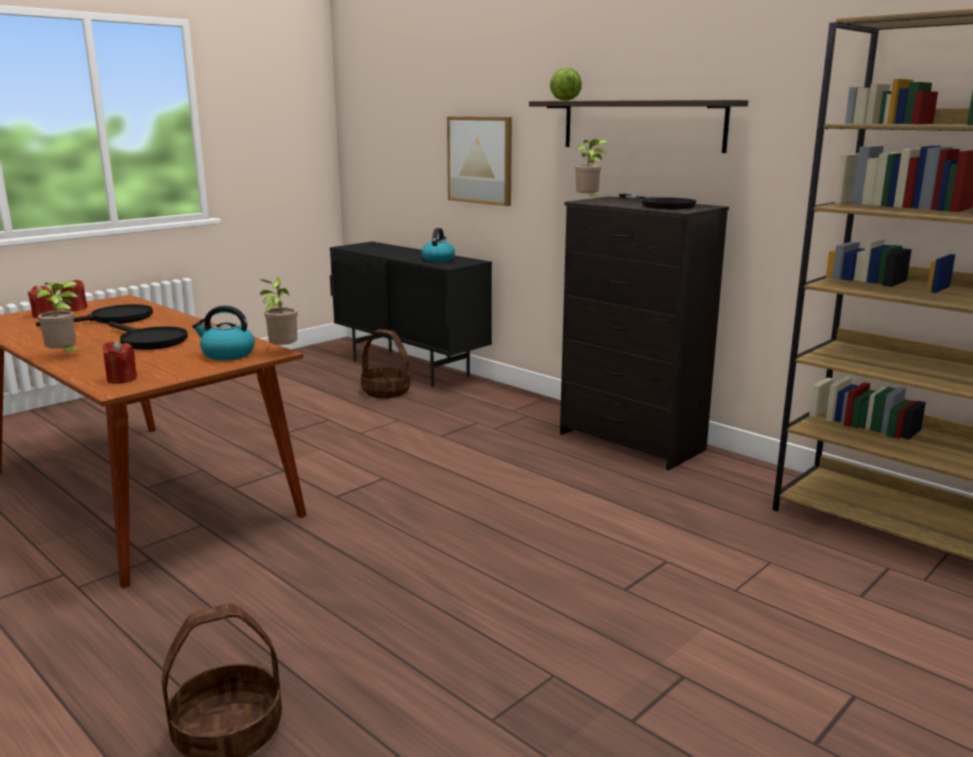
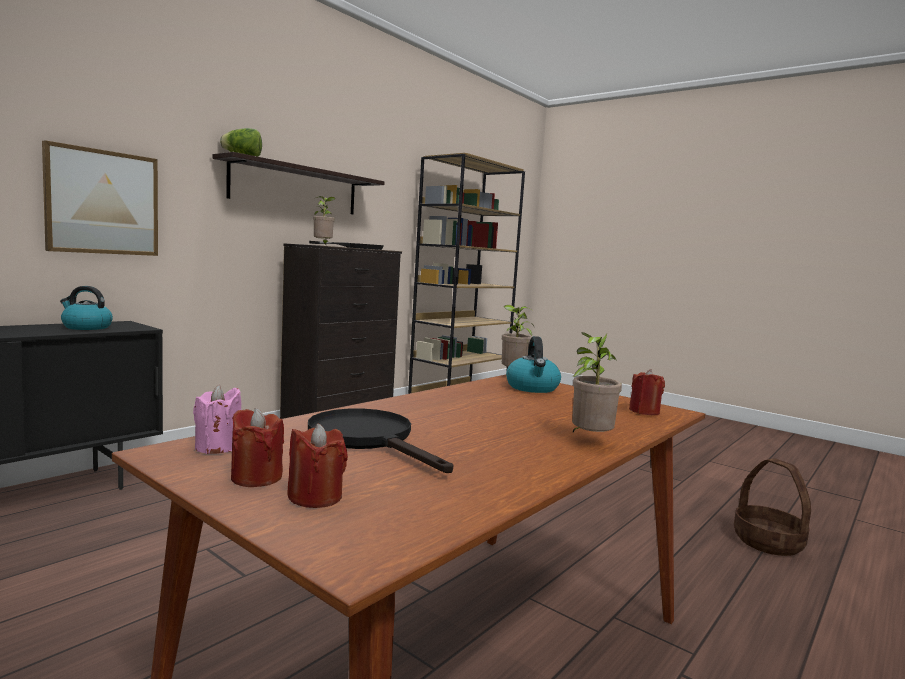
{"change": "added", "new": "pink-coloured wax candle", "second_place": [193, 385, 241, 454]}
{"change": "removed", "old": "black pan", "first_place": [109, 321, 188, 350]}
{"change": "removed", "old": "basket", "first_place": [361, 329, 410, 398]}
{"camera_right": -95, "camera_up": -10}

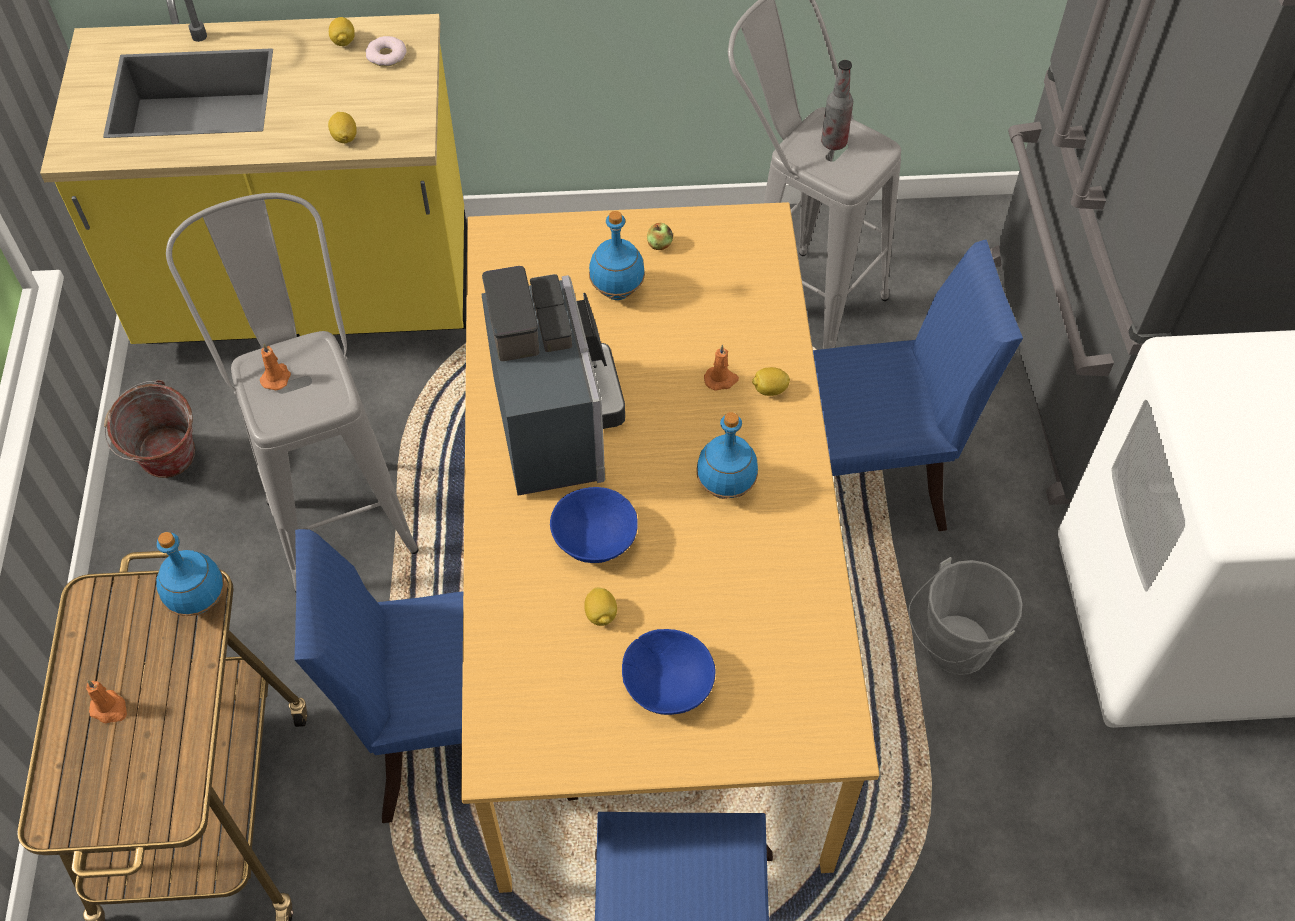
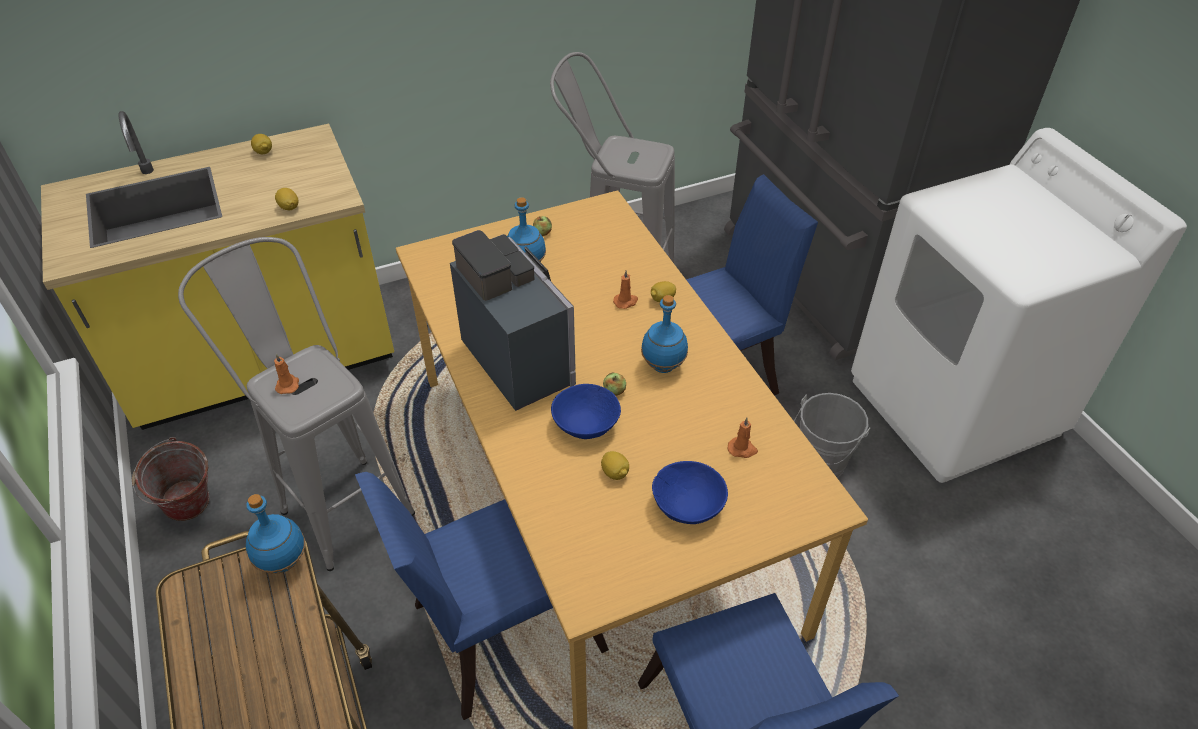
{"change": "added", "new": "apple fruit", "second_place": [603, 373, 626, 396]}
{"change": "moved", "old": "orangey wax candle", "first_place": [86, 680, 127, 723], "second_place": [728, 418, 758, 458]}
{"change": "removed", "old": "ring doughnut", "first_place": [365, 36, 407, 67]}
{"change": "removed", "old": "bottle", "first_place": [821, 60, 853, 150]}
{"camera_right": -20, "camera_up": -10}

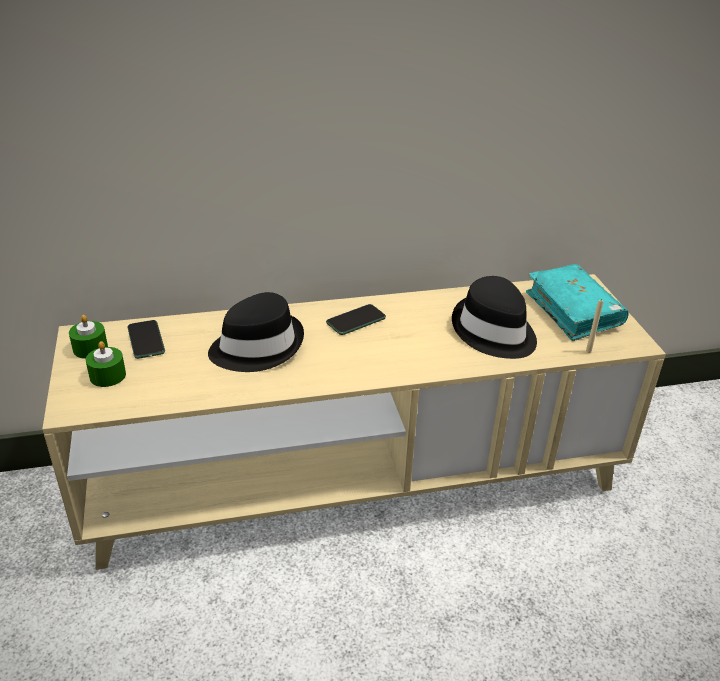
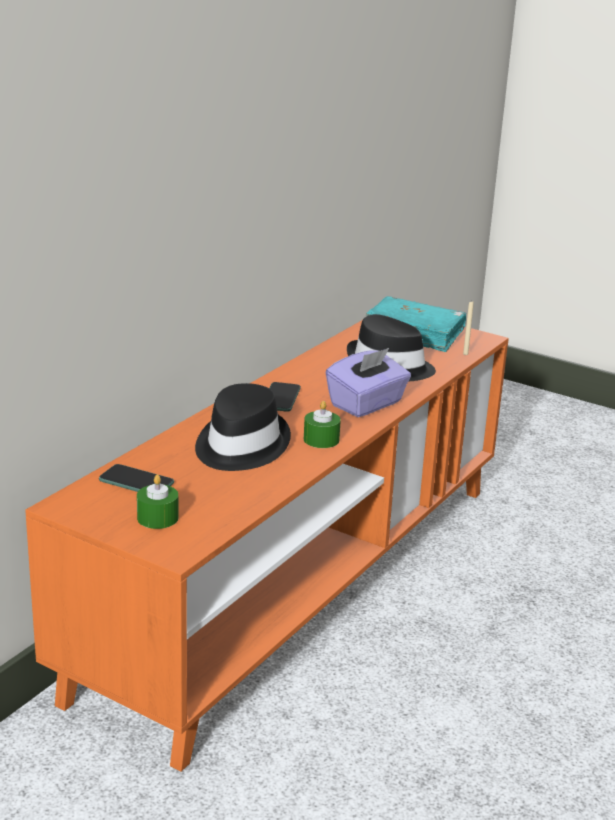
{"change": "recoloured", "old": "beige tv unit", "new": "orangey tv unit", "first_place": [42, 274, 666, 570], "second_place": [25, 320, 509, 772]}
{"change": "moved", "old": "greenish wax candle", "first_place": [69, 315, 108, 359], "second_place": [304, 401, 341, 448]}
{"change": "added", "new": "purplish tissue box", "second_place": [326, 348, 411, 417]}
{"camera_right": -45, "camera_up": -10}

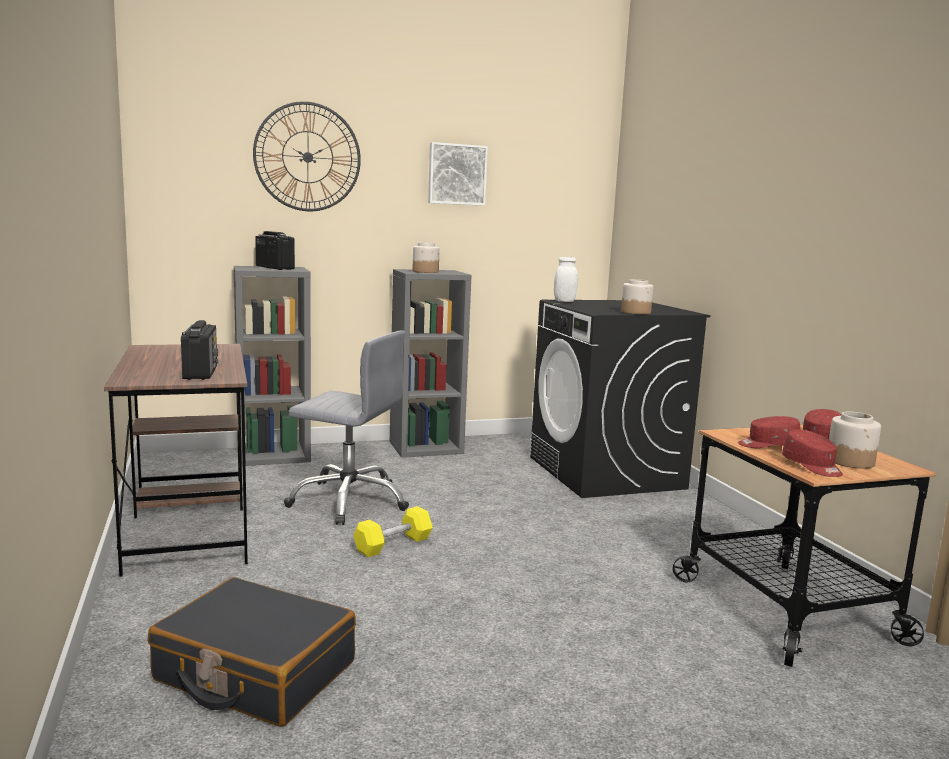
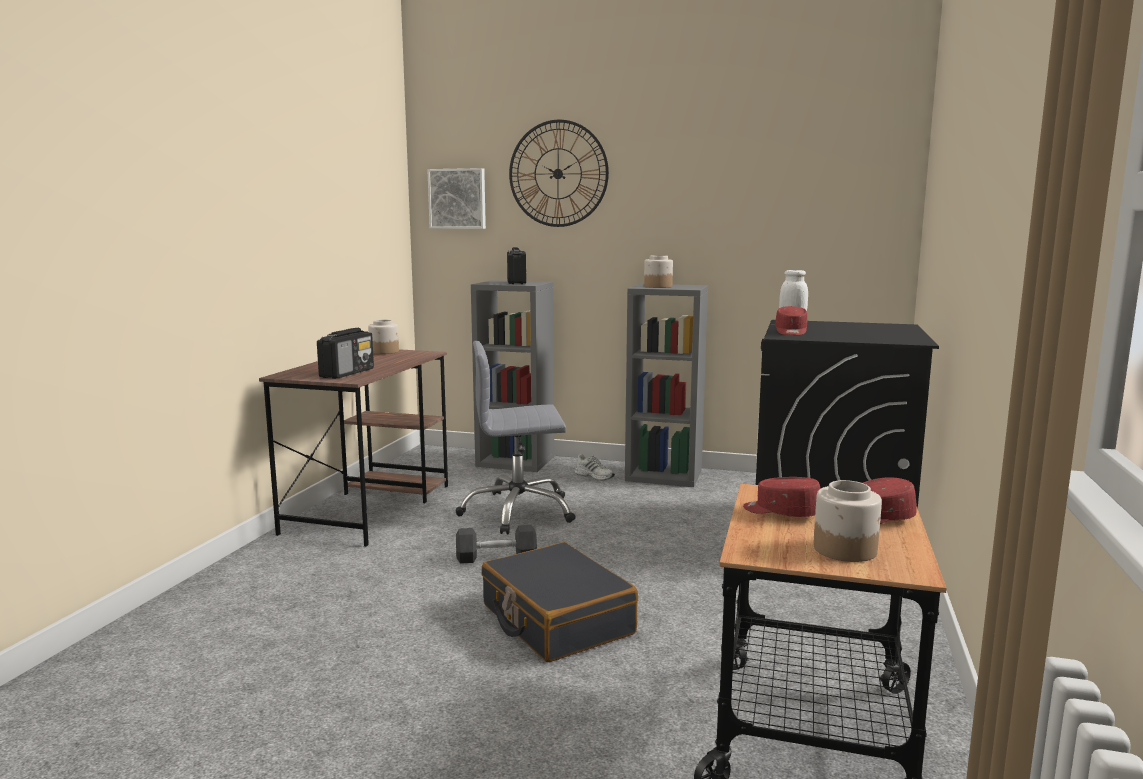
{"change": "moved", "old": "jar", "first_place": [621, 279, 653, 314], "second_place": [368, 320, 399, 354]}
{"change": "moved", "old": "picture", "first_place": [428, 142, 488, 206], "second_place": [427, 168, 486, 229]}
{"change": "turned", "old": "grey computer chair", "first_place": [284, 331, 409, 525], "second_place": [456, 341, 576, 534], "degrees": 120}
{"change": "recoloured", "old": "yellow-coloured hand weight", "new": "grey hand weight", "first_place": [354, 506, 433, 557], "second_place": [456, 525, 537, 564]}
{"change": "moved", "old": "black piece of luggage", "first_place": [148, 577, 356, 727], "second_place": [481, 542, 638, 662]}
{"change": "added", "new": "white low shoe", "second_place": [574, 454, 615, 481]}
{"change": "moved", "old": "reddish baseball cap", "first_place": [782, 430, 843, 477], "second_place": [775, 306, 807, 335]}
{"camera_right": 35, "camera_up": 0}

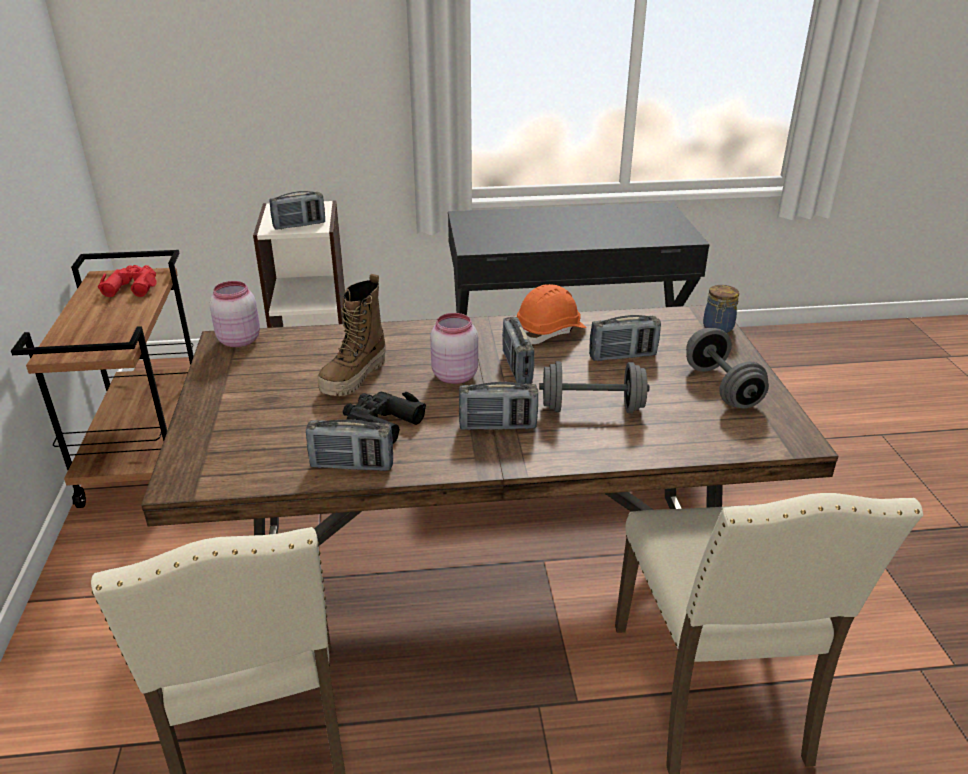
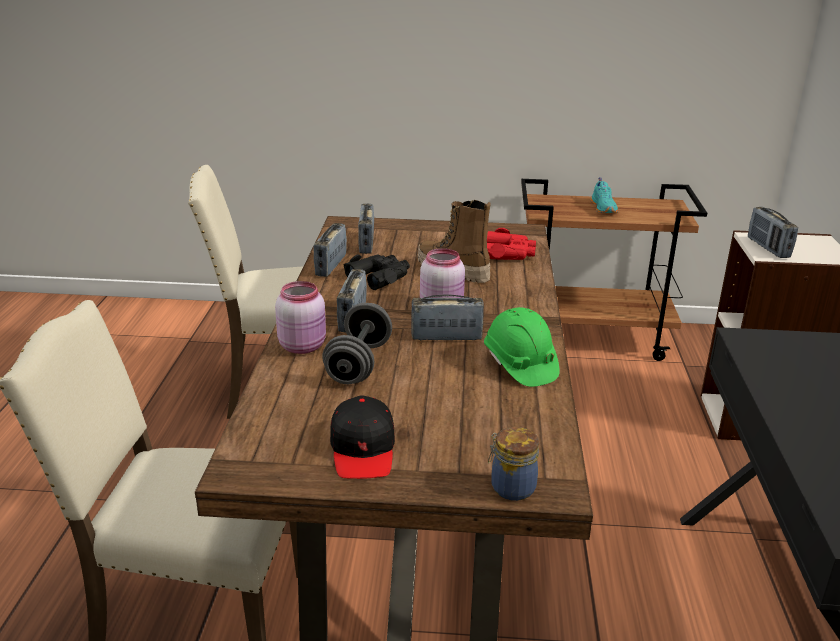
{"change": "moved", "old": "pink-coloured jar", "first_place": [210, 281, 260, 347], "second_place": [275, 281, 326, 354]}
{"change": "replaced", "old": "grey hand weight", "new": "black baseball cap", "first_place": [686, 328, 769, 408], "second_place": [330, 396, 395, 479]}
{"change": "moved", "old": "radio receiver", "first_place": [589, 315, 661, 361], "second_place": [358, 204, 374, 254]}
{"change": "recoloured", "old": "orangey safety helmet", "new": "greenish safety helmet", "first_place": [516, 284, 586, 344], "second_place": [484, 307, 560, 387]}
{"change": "moved", "old": "reddish pair of binoculars", "first_place": [98, 265, 157, 297], "second_place": [487, 228, 536, 260]}
{"change": "added", "new": "turquoise-coloured low shoe", "second_place": [591, 178, 618, 213]}
{"camera_right": 100, "camera_up": -5}

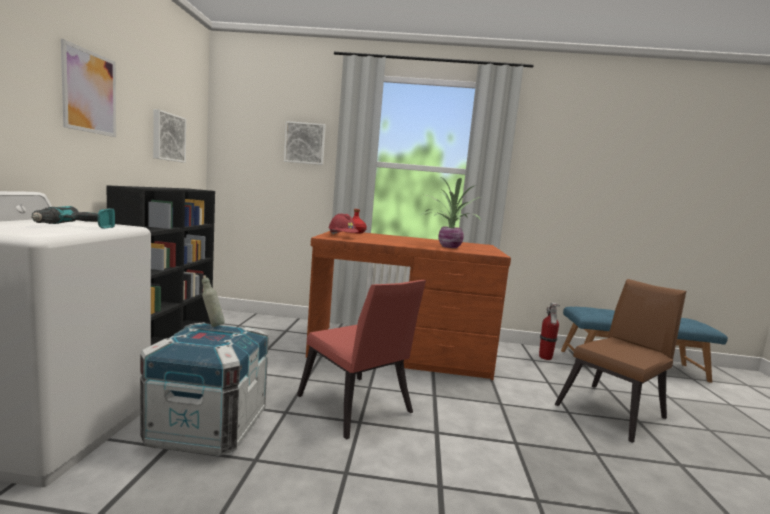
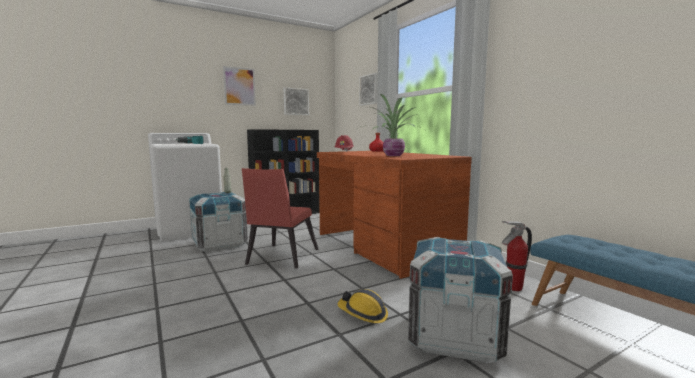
{"change": "added", "new": "safety helmet", "second_place": [338, 289, 388, 323]}
{"change": "replaced", "old": "brownish chair", "new": "packing crate", "first_place": [554, 279, 686, 443], "second_place": [408, 237, 513, 363]}
{"camera_right": 55, "camera_up": 0}

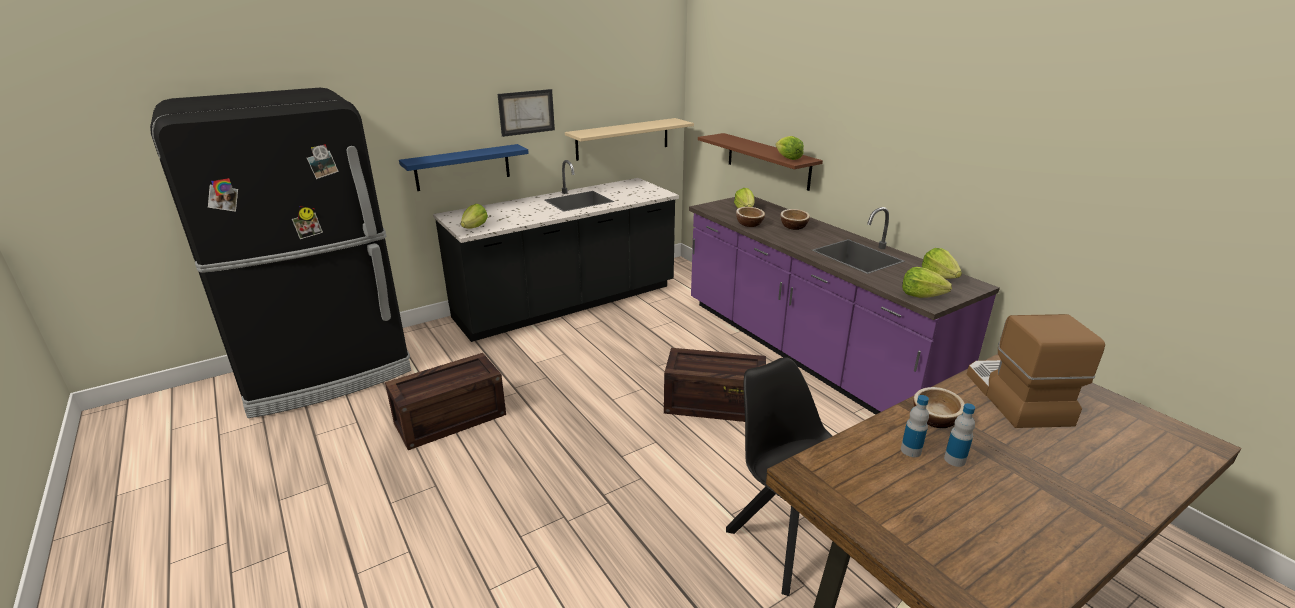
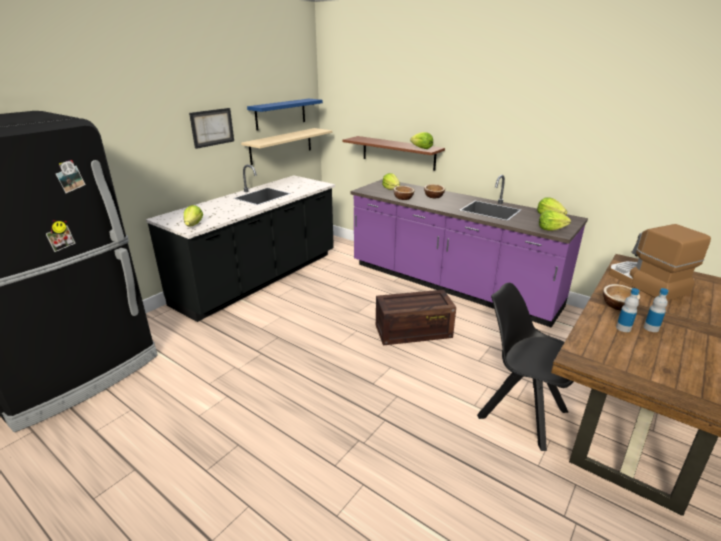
{"change": "moved", "old": "blue-coloured shelf", "first_place": [399, 144, 529, 191], "second_place": [247, 99, 323, 131]}
{"change": "removed", "old": "packing crate", "first_place": [385, 353, 506, 450]}
{"camera_right": -20, "camera_up": 0}

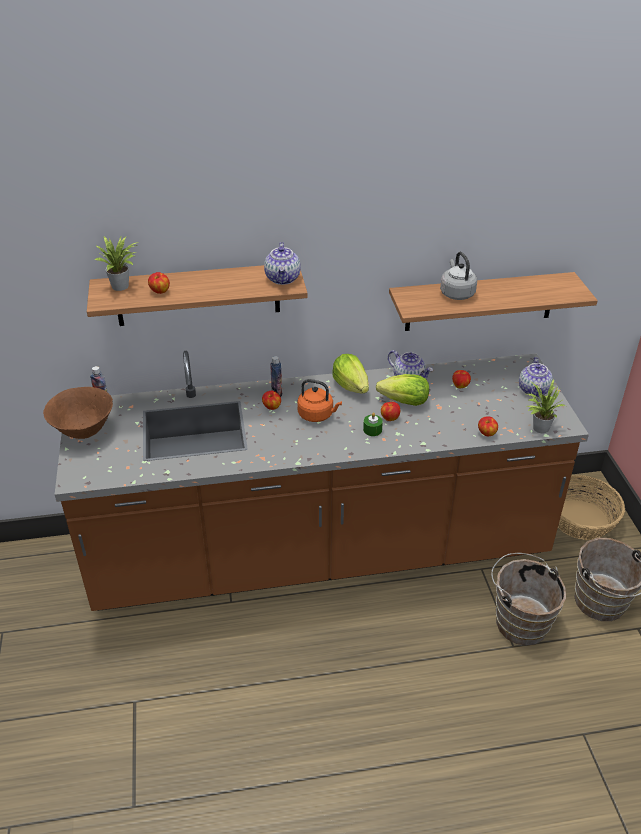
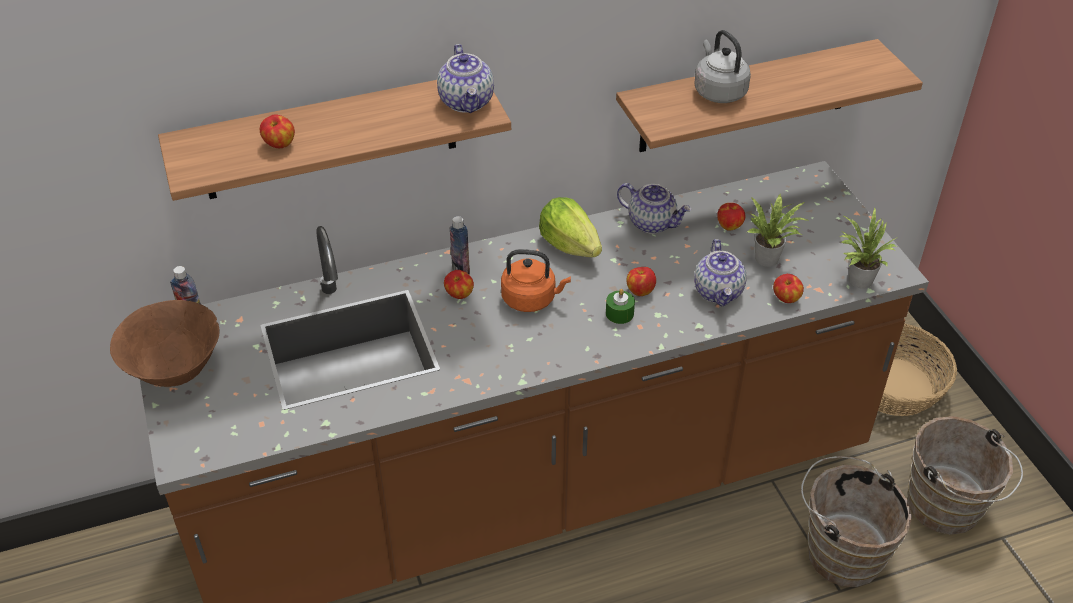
{"change": "moved", "old": "tea pot", "first_place": [519, 357, 553, 397], "second_place": [694, 239, 747, 306]}
{"change": "moved", "old": "plant in a pot", "first_place": [94, 236, 138, 291], "second_place": [747, 194, 809, 267]}
{"change": "removed", "old": "head of lettuce", "first_place": [376, 374, 429, 406]}
{"camera_right": -10, "camera_up": 5}

